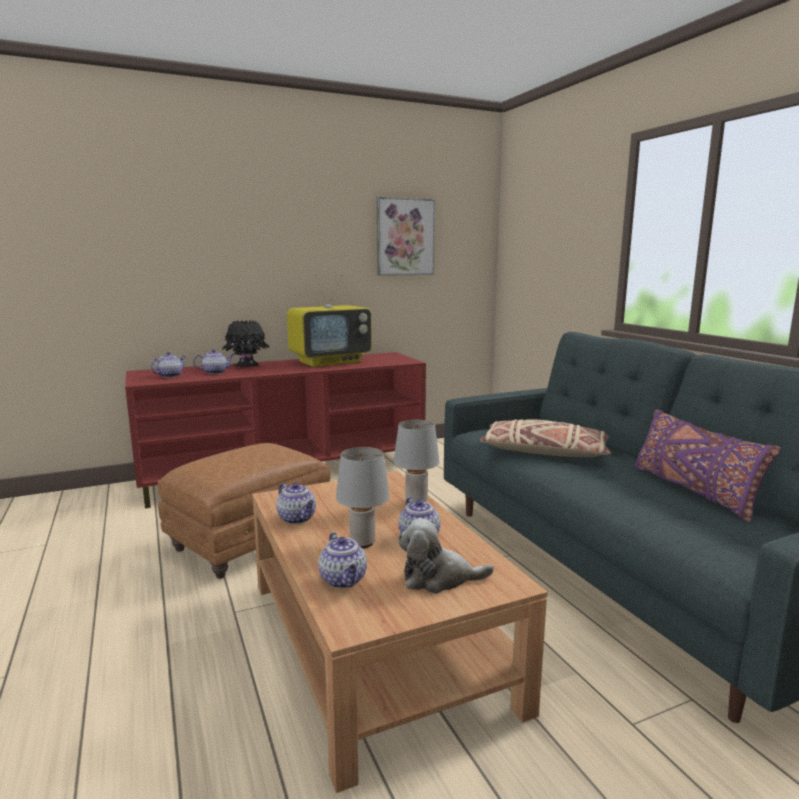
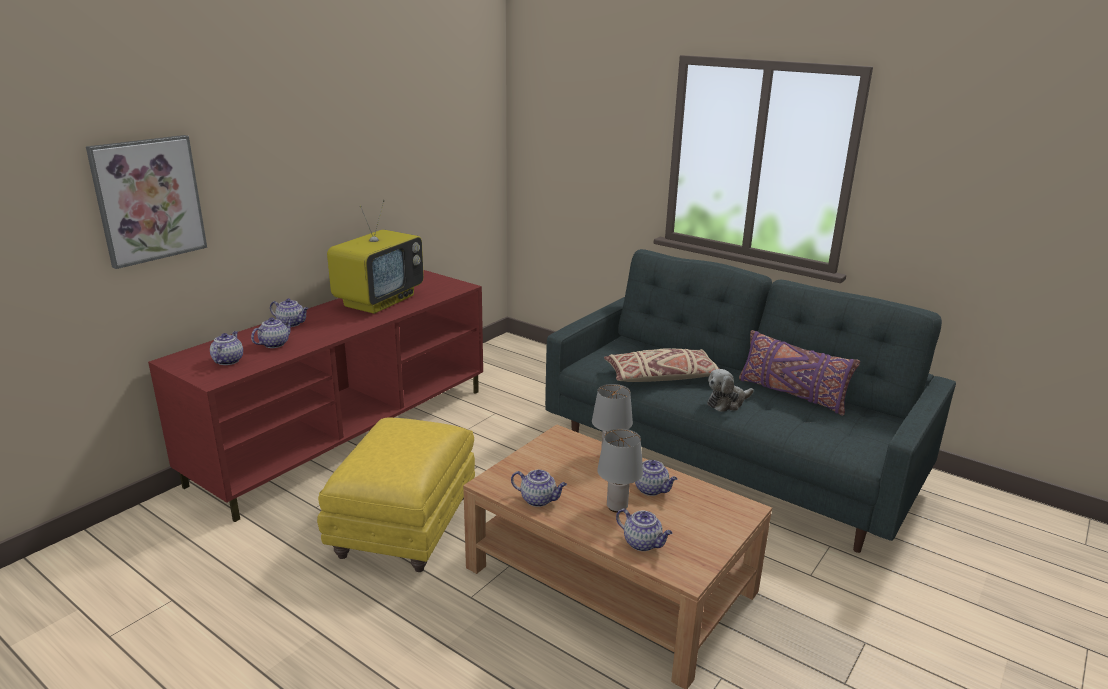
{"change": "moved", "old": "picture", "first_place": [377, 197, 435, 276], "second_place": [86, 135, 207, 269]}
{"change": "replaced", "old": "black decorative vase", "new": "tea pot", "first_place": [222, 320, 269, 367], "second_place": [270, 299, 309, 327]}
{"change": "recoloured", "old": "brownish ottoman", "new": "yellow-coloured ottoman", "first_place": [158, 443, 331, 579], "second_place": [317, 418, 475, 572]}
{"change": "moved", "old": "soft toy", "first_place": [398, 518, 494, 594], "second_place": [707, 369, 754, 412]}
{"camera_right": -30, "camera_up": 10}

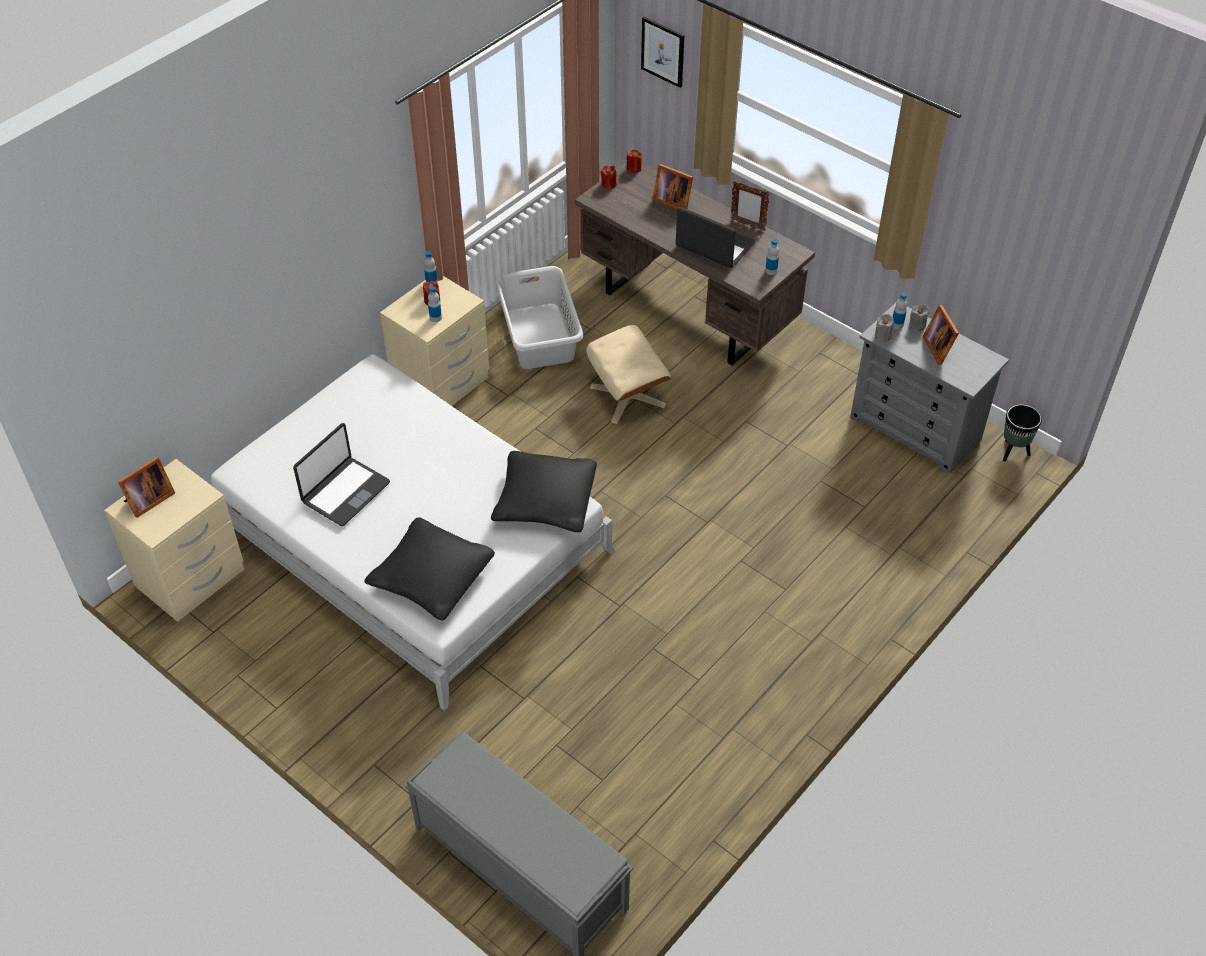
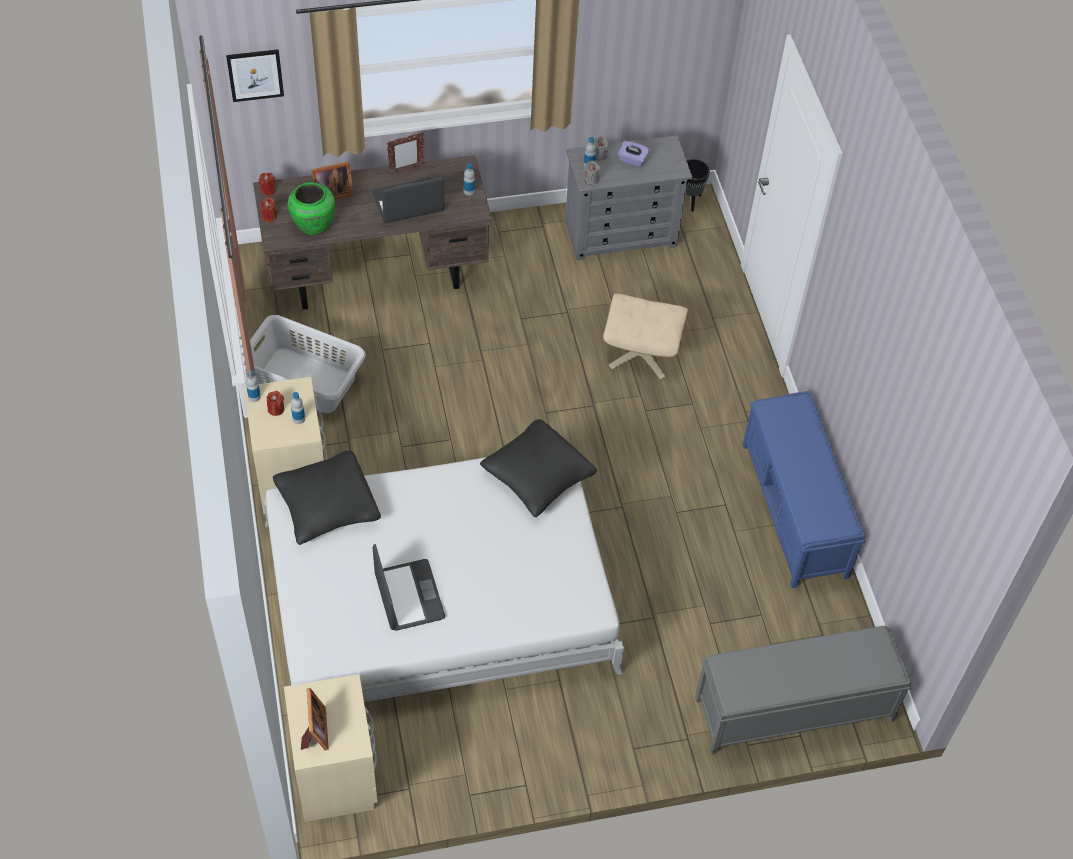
{"change": "moved", "old": "black cushion", "first_place": [365, 517, 495, 620], "second_place": [273, 451, 381, 545]}
{"change": "added", "new": "greenish decorative vase", "second_place": [288, 182, 335, 236]}
{"change": "moved", "old": "beige ottoman", "first_place": [586, 325, 671, 424], "second_place": [603, 294, 688, 379]}
{"change": "replaced", "old": "photo frame", "new": "purplish tissue box", "first_place": [922, 305, 959, 365], "second_place": [618, 141, 649, 167]}
{"change": "added", "new": "blue-coloured long seat", "second_place": [743, 391, 865, 588]}
{"camera_right": -55, "camera_up": 5}

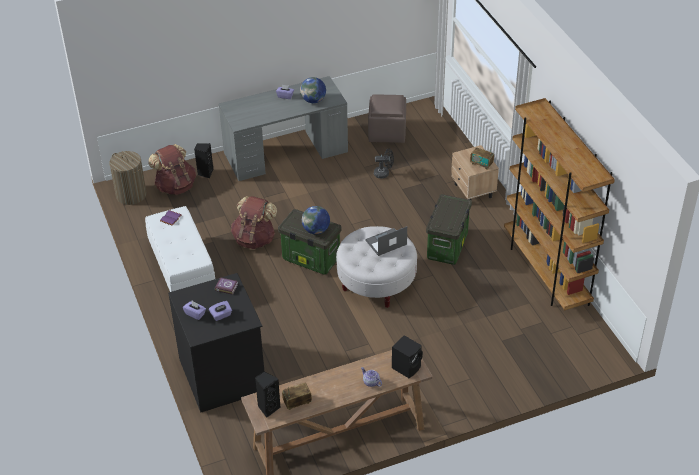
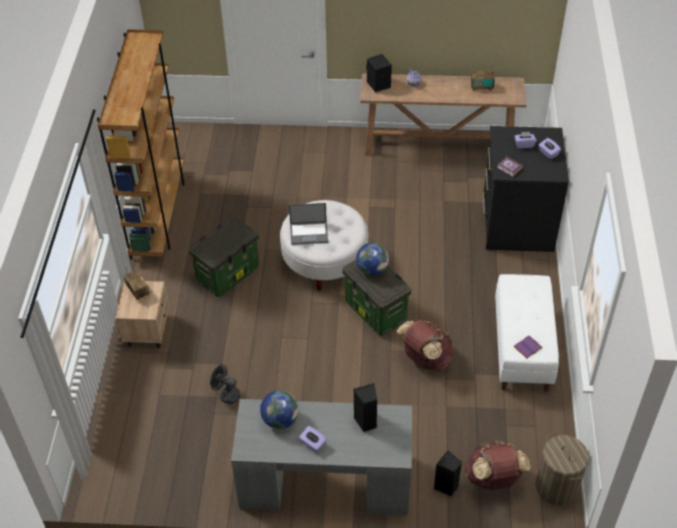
{"change": "moved", "old": "black speaker", "first_place": [255, 371, 281, 418], "second_place": [354, 383, 378, 432]}
{"change": "removed", "old": "brownish ottoman", "first_place": [368, 94, 406, 143]}
{"camera_right": -155, "camera_up": 5}

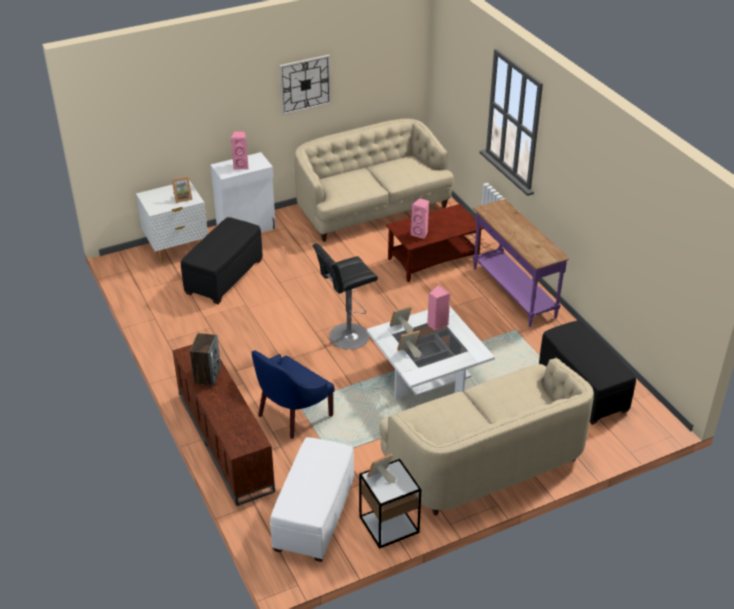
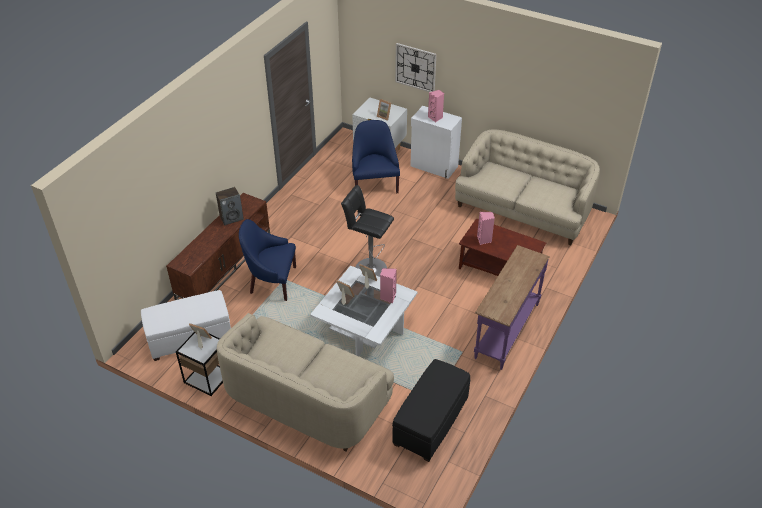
{"change": "replaced", "old": "black ottoman", "new": "blue-coloured easy chair", "first_place": [181, 217, 263, 304], "second_place": [352, 120, 400, 193]}
{"change": "moved", "old": "hanging clock", "first_place": [279, 55, 331, 115], "second_place": [395, 43, 436, 92]}
{"camera_right": 55, "camera_up": 5}

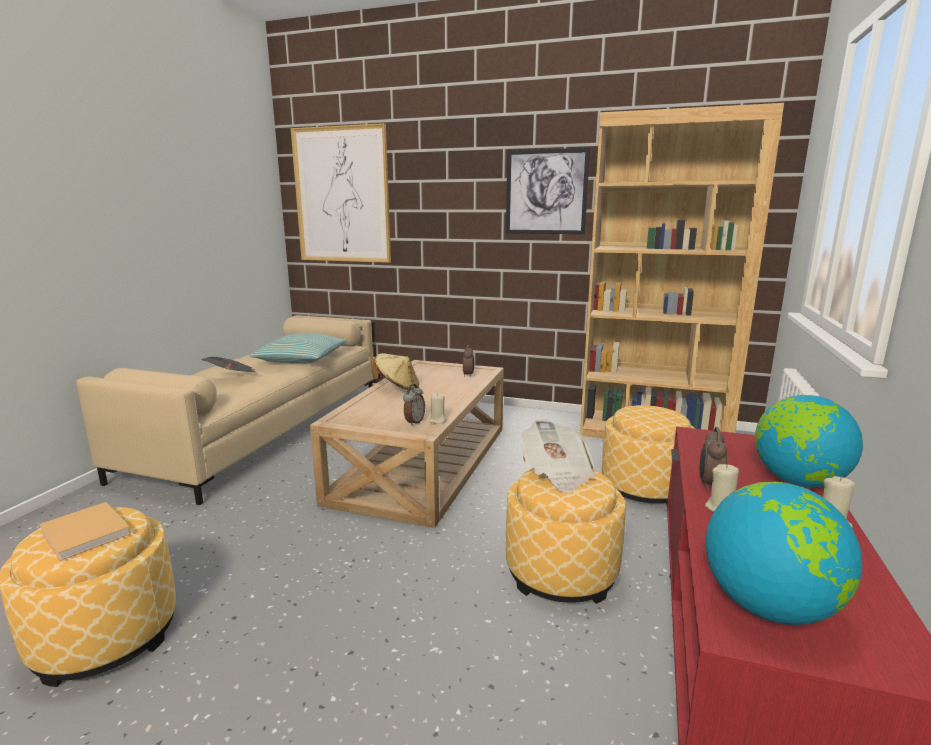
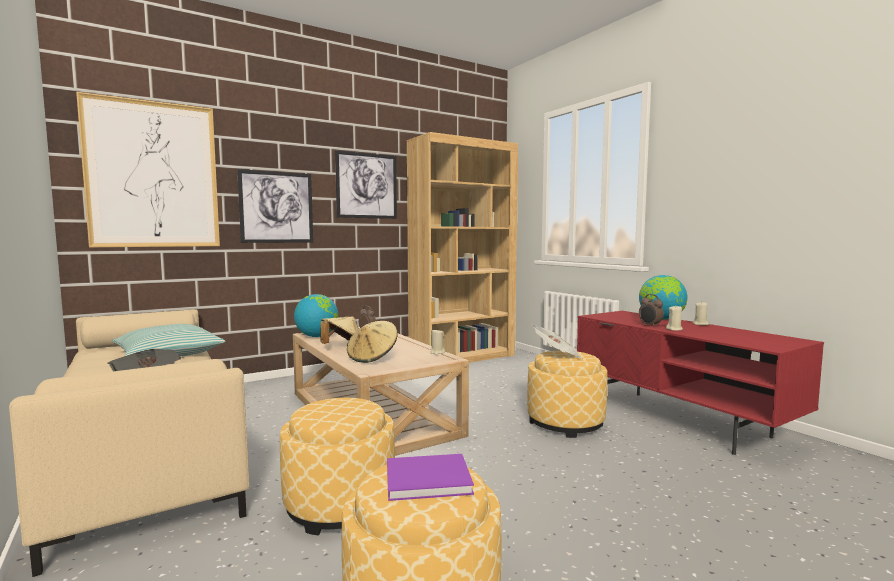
{"change": "added", "new": "picture", "second_place": [237, 169, 313, 243]}
{"change": "moved", "old": "ottoman", "first_place": [602, 405, 694, 504], "second_place": [280, 398, 395, 535]}
{"change": "moved", "old": "world globe", "first_place": [705, 482, 862, 625], "second_place": [294, 294, 338, 337]}
{"change": "added", "new": "beige clothing hat", "second_place": [347, 321, 398, 363]}
{"change": "recoloured", "old": "beige book", "new": "purplish book", "first_place": [39, 502, 131, 561], "second_place": [387, 454, 474, 501]}
{"change": "removed", "old": "table clock", "first_place": [403, 384, 425, 426]}
{"camera_right": -50, "camera_up": -10}

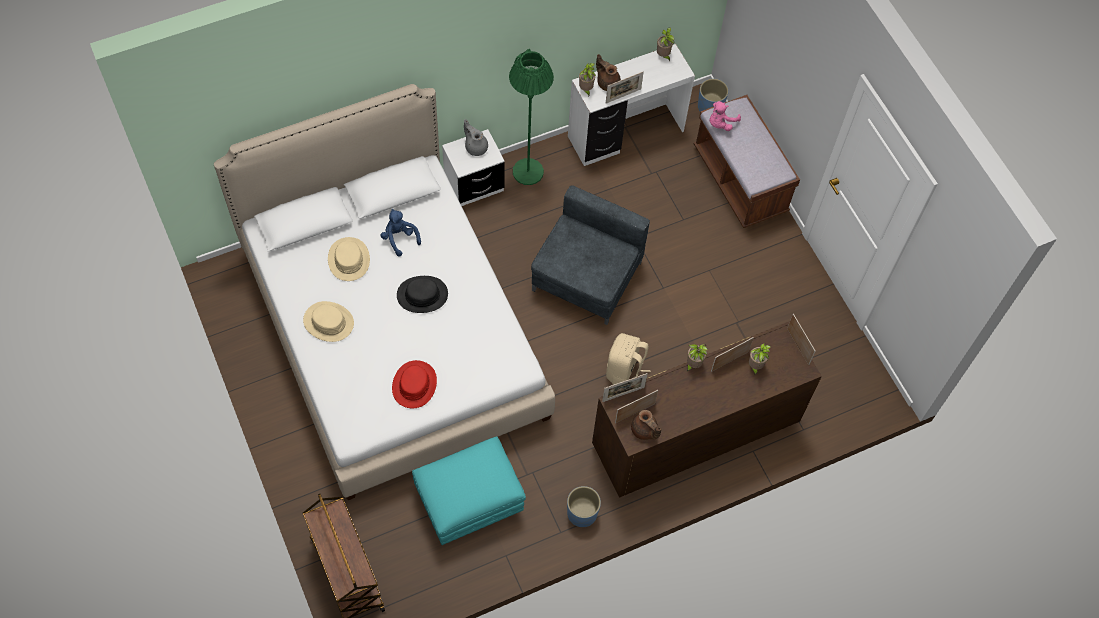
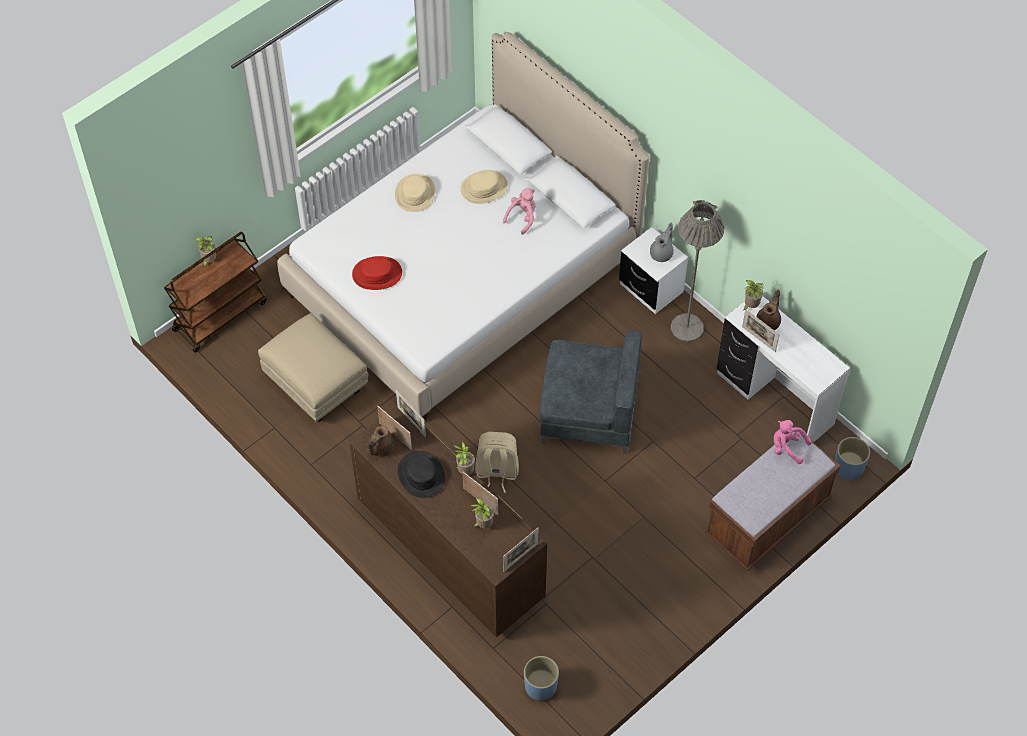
{"change": "moved", "old": "plant in a pot", "first_place": [657, 28, 674, 61], "second_place": [195, 236, 216, 267]}
{"change": "recoloured", "old": "turquoise-coloured ottoman", "new": "beige ottoman", "first_place": [412, 436, 526, 545], "second_place": [258, 313, 369, 422]}
{"change": "moved", "old": "black clothing hat", "first_place": [397, 276, 448, 313], "second_place": [398, 451, 445, 498]}
{"change": "recoloured", "old": "blue-coloured soft toy", "new": "pink-coloured soft toy", "first_place": [380, 209, 421, 256], "second_place": [503, 188, 536, 235]}
{"change": "moved", "old": "blue-coloured planter", "first_place": [567, 486, 601, 527], "second_place": [524, 656, 559, 700]}
{"change": "recoloured", "old": "greenish standing lamp", "new": "grey standing lamp", "first_place": [509, 49, 554, 185], "second_place": [671, 200, 724, 342]}
{"camera_right": 75, "camera_up": -5}

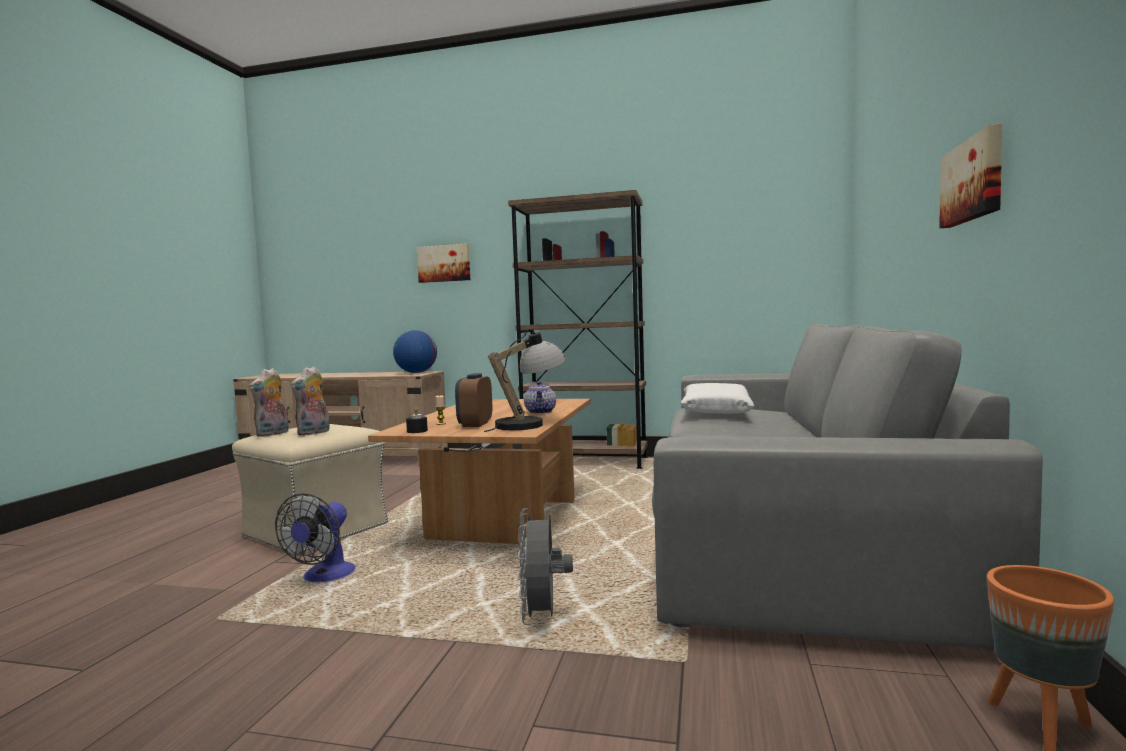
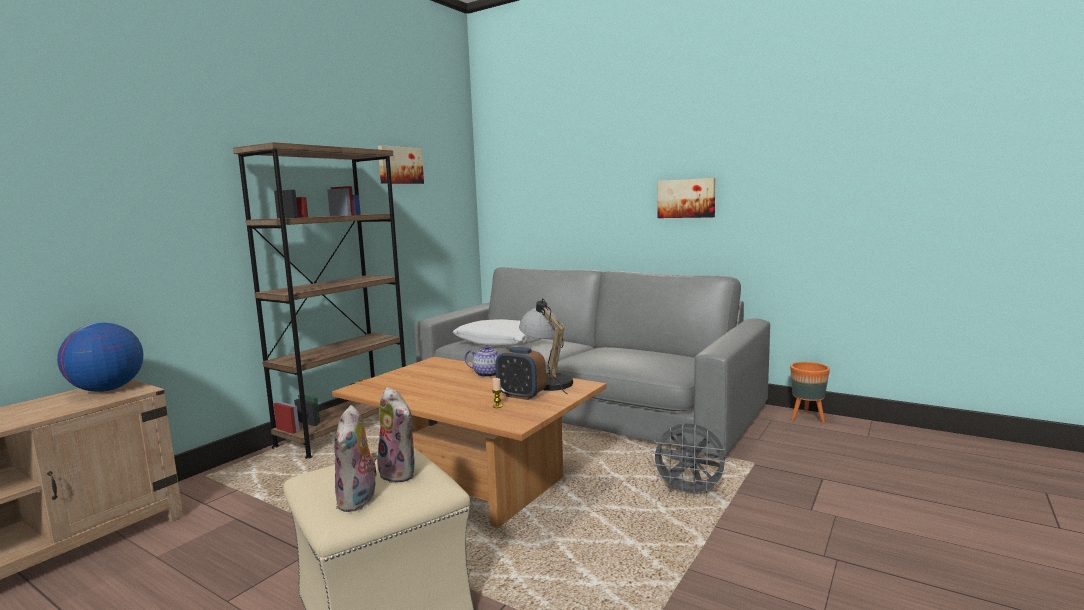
{"change": "turned", "old": "soft toy", "first_place": [249, 368, 289, 437], "second_place": [334, 405, 378, 512], "degrees": 45}
{"change": "moved", "old": "picture", "first_place": [417, 244, 470, 283], "second_place": [378, 145, 424, 184]}
{"change": "removed", "old": "cooling fan", "first_place": [275, 494, 356, 583]}
{"change": "removed", "old": "black wax candle", "first_place": [406, 407, 428, 433]}
{"camera_right": -70, "camera_up": 5}

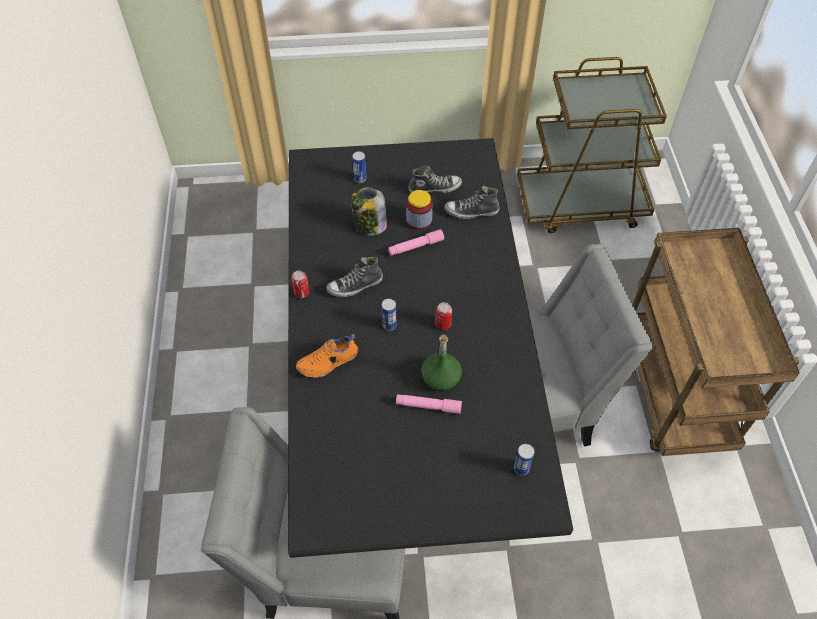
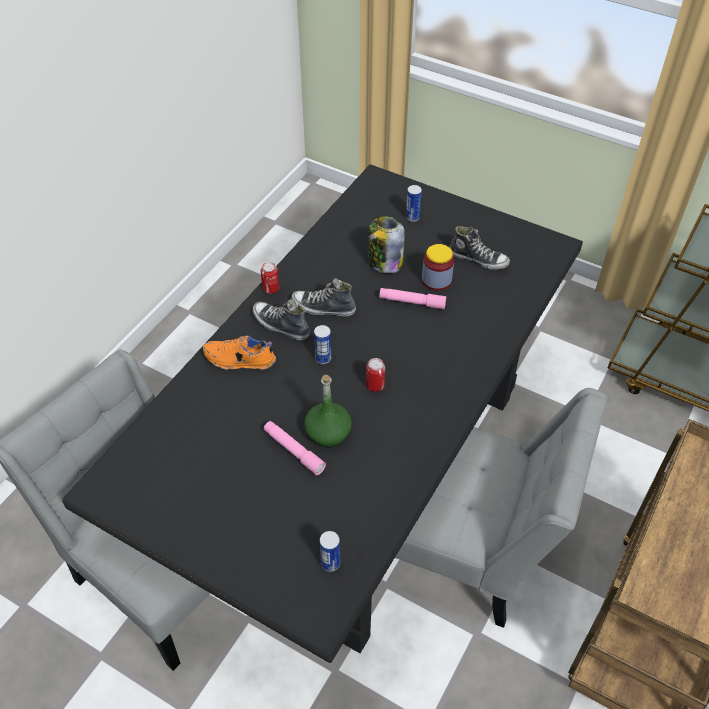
{"change": "moved", "old": "low shoe", "first_place": [444, 186, 500, 219], "second_place": [252, 299, 310, 340]}
{"camera_right": 35, "camera_up": -5}

